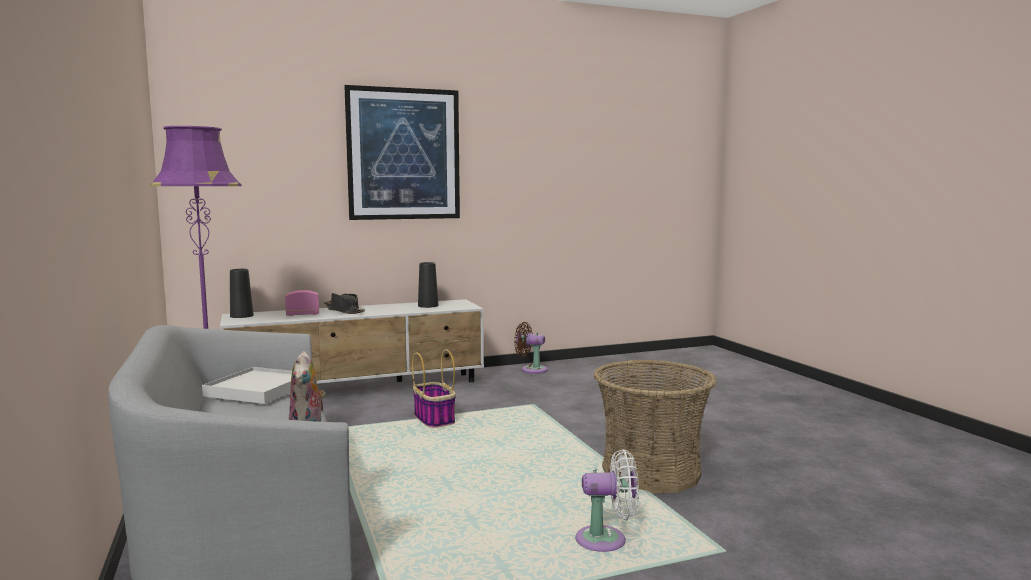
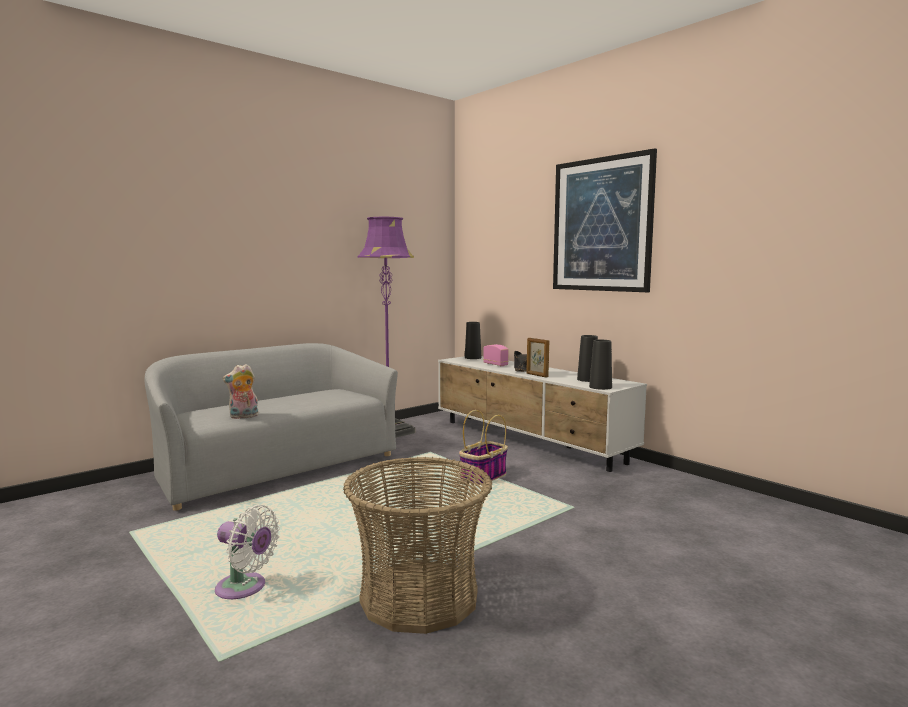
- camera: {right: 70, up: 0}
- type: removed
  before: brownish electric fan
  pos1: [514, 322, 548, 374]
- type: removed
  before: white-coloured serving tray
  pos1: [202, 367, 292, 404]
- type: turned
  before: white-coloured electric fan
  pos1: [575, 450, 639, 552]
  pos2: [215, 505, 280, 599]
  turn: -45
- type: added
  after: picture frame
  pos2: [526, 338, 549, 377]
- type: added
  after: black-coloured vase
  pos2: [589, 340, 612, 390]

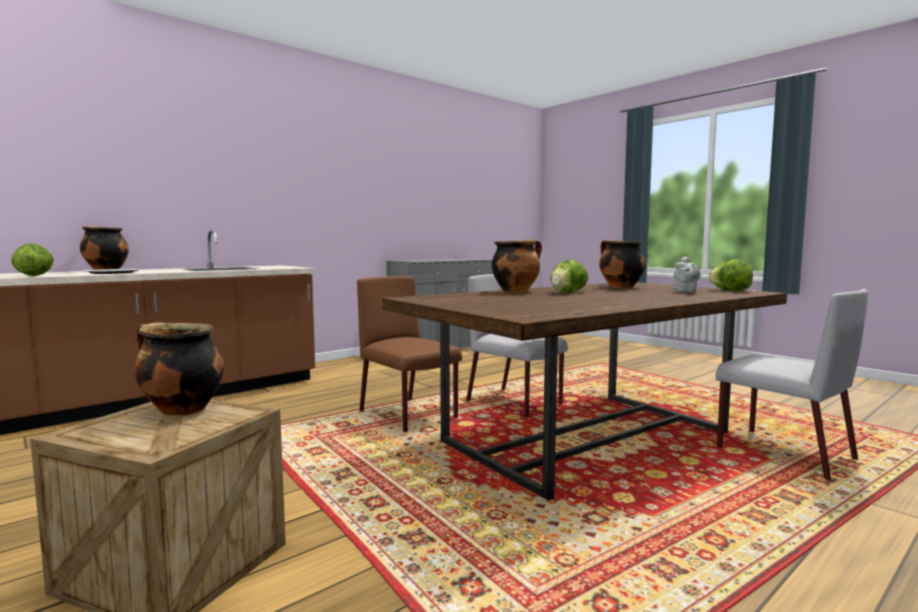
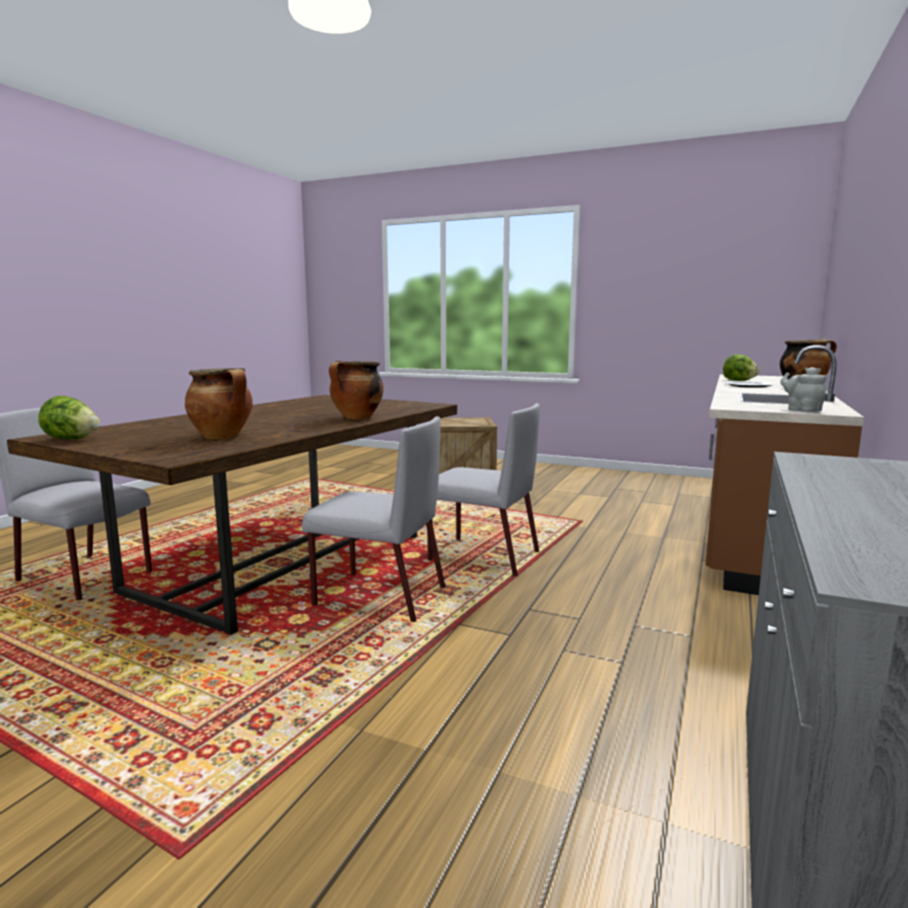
- camera: {right: 155, up: 5}
- type: moved
  before: gray teapot
  pos1: [673, 257, 701, 292]
  pos2: [780, 367, 826, 412]
- type: removed
  before: lettuce head
  pos1: [550, 259, 588, 292]
- type: recoloured
  before: brownish chair
  after: gray chair
  pos1: [357, 276, 462, 432]
  pos2: [427, 403, 540, 576]
- type: removed
  before: cooking pot
  pos1: [134, 322, 224, 415]

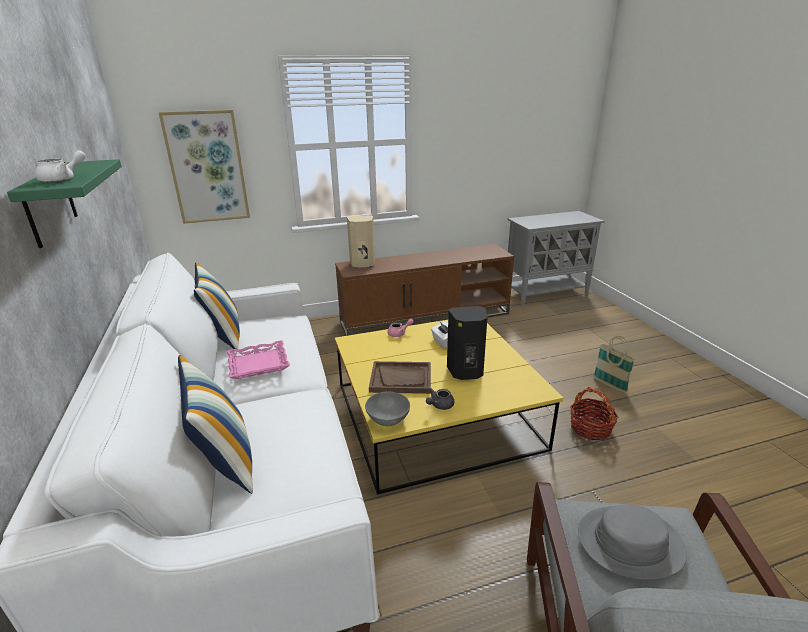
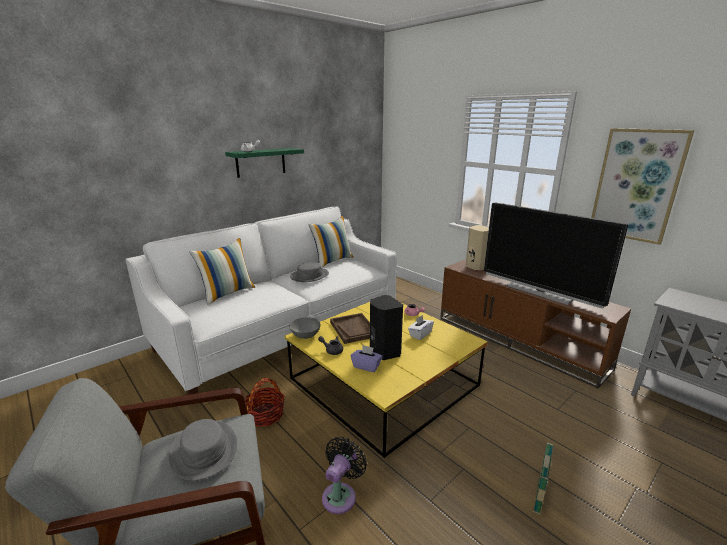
- camera: {right: 65, up: -5}
- type: moved
  before: wall art
  pos1: [158, 110, 250, 224]
  pos2: [591, 128, 694, 245]
- type: replaced
  before: pinkish serving tray
  after: gray clothing hat
  pos1: [227, 340, 290, 379]
  pos2: [290, 262, 329, 282]
- type: moved
  before: household basket
  pos1: [570, 387, 619, 440]
  pos2: [245, 378, 284, 427]
- type: added
  after: television
  pos2: [484, 202, 628, 308]
- type: added
  after: purple-coloured box of tissues
  pos2: [351, 345, 383, 372]
- type: added
  after: black-coloured electric fan
  pos2: [322, 437, 367, 514]

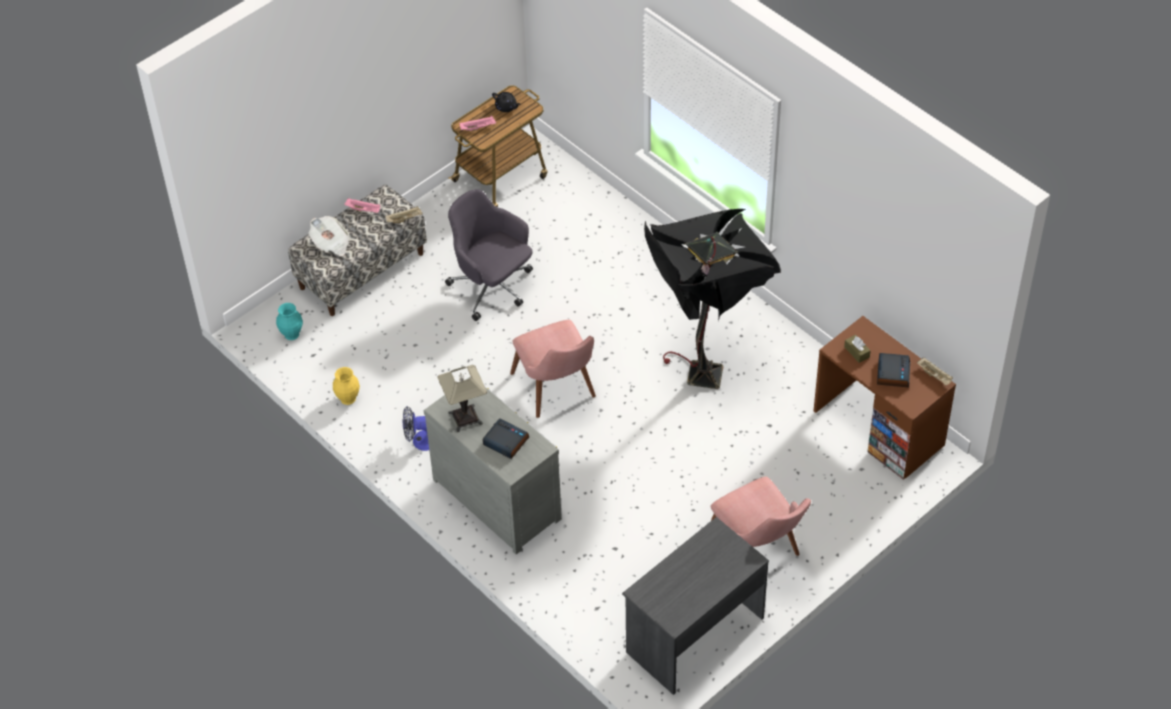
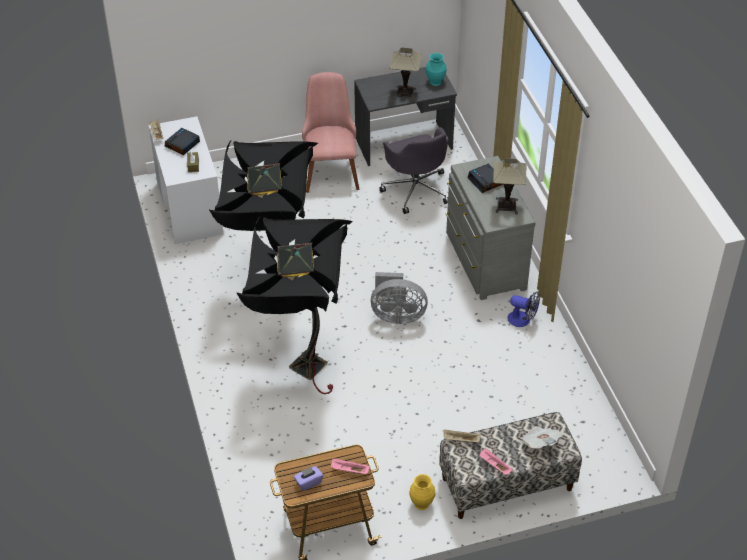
- camera: {right: -155, up: -5}
- type: replaced
  before: black-coloured teapot
  after: purple-coloured box of tissues
  pos1: [492, 92, 521, 112]
  pos2: [294, 466, 323, 491]
- type: moved
  before: gray desk chair
  pos1: [445, 189, 533, 321]
  pos2: [379, 127, 448, 214]
- type: moved
  before: blue-green vase
  pos1: [276, 303, 303, 340]
  pos2: [426, 53, 447, 86]
- type: recoloured
  before: brownish desk
  after: white-coloured desk
  pos1: [813, 316, 956, 480]
  pos2: [148, 116, 223, 244]
- type: replaced
  before: pinkish chair
  after: gray electric fan
  pos1: [510, 320, 596, 418]
  pos2: [371, 272, 428, 324]
- type: moved
  before: yellow-coloured vase
  pos1: [333, 367, 360, 405]
  pos2: [409, 474, 435, 510]
- type: added
  after: tabletop lamp
  pos2: [390, 48, 422, 100]
- type: added
  after: black-coloured standard lamp
  pos2: [236, 215, 353, 394]

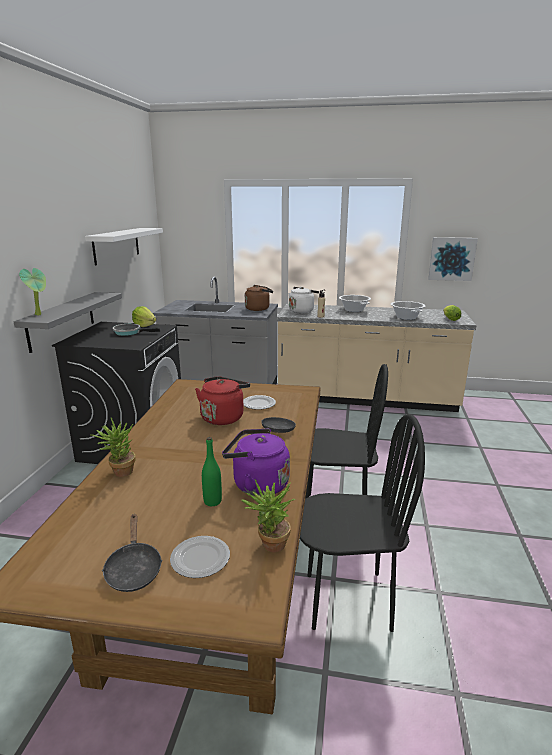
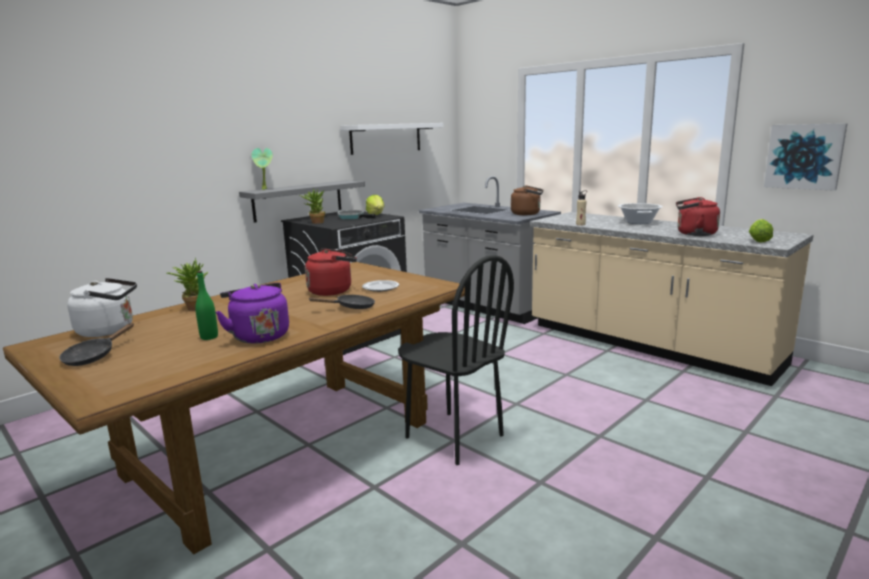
- camera: {right: 35, up: -5}
- type: moved
  before: white-coloured tea kettle
  pos1: [288, 287, 319, 313]
  pos2: [67, 278, 137, 337]
- type: replaced
  before: cooking pot
  after: reddish tea kettle
  pos1: [391, 301, 425, 320]
  pos2: [676, 197, 720, 236]
- type: removed
  before: black-coloured chair
  pos1: [300, 414, 425, 632]
- type: moved
  before: plant in a pot
  pos1: [242, 480, 296, 552]
  pos2: [300, 189, 325, 224]
- type: removed
  before: dinner plate
  pos1: [170, 536, 230, 578]

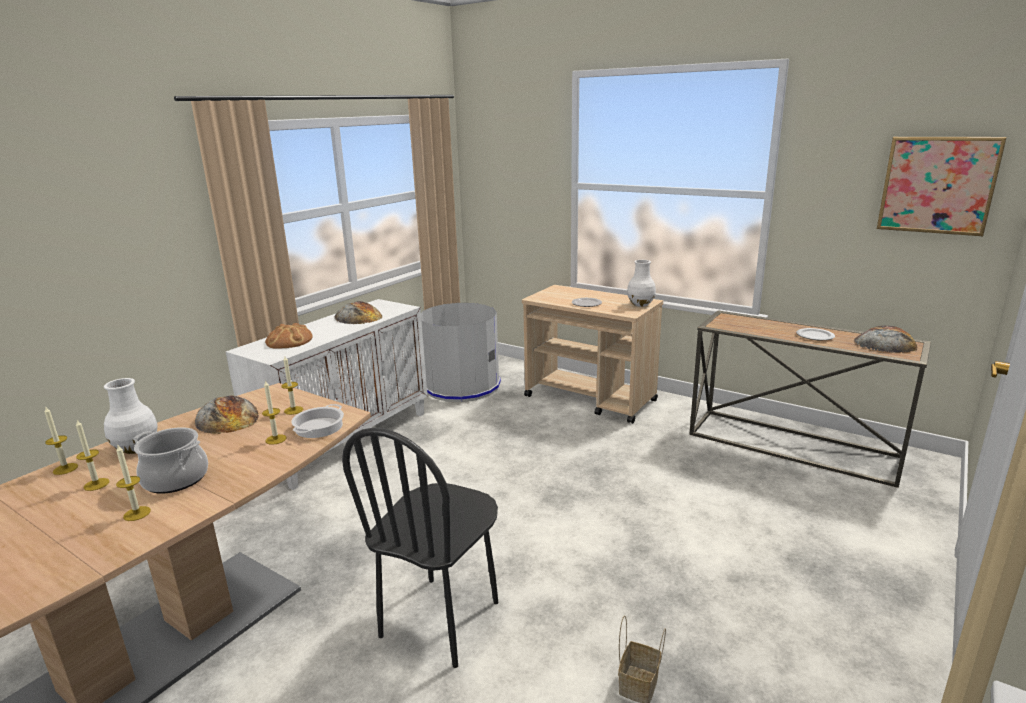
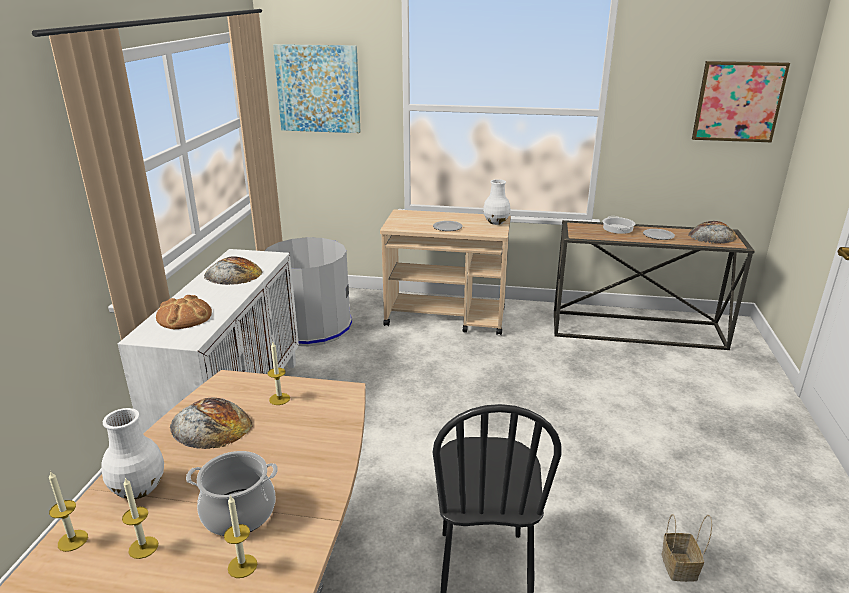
- camera: {right: -25, up: 5}
- type: removed
  before: wax light
  pos1: [262, 380, 286, 445]
- type: moved
  before: cooking pot
  pos1: [292, 404, 344, 438]
  pos2: [603, 216, 635, 234]
- type: added
  after: wall art
  pos2: [273, 44, 360, 133]

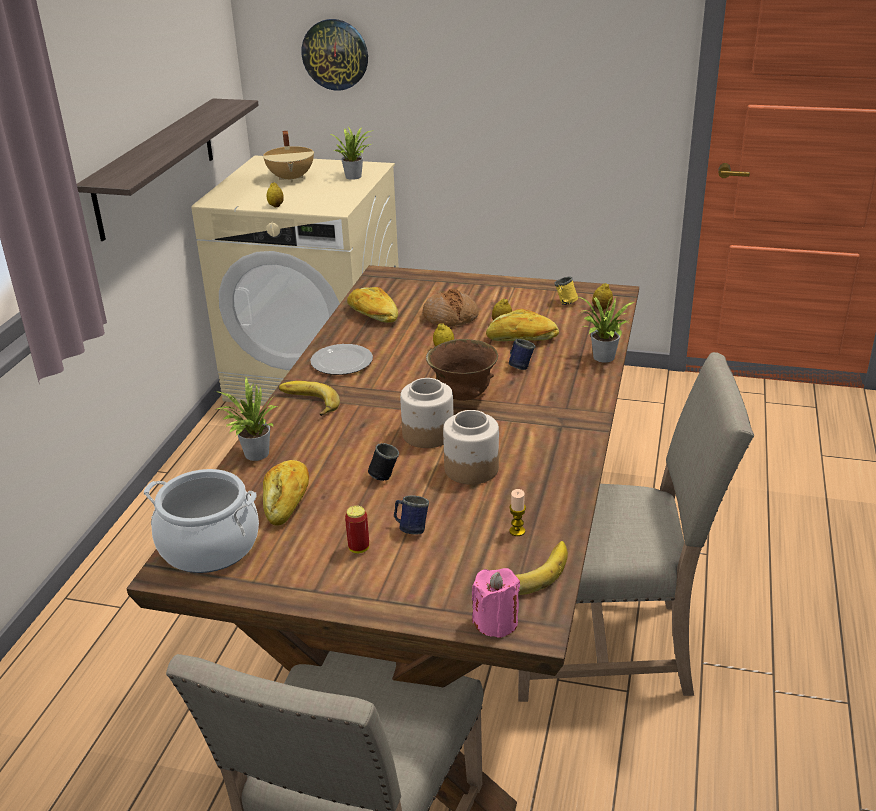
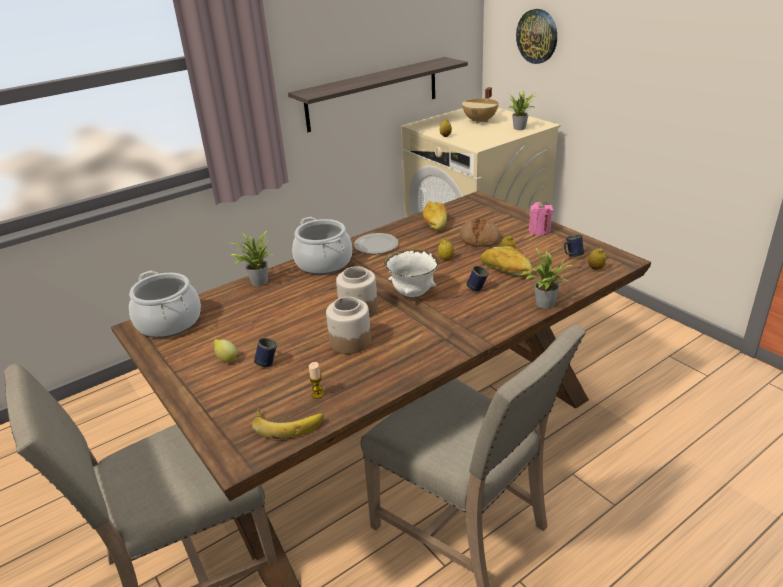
- camera: {right: 40, up: 0}
- type: recoloured
  before: yellow-coloured tea mug
  after: blue-coloured tea mug
  pos1: [554, 276, 578, 305]
  pos2: [564, 235, 584, 257]
- type: recoloured
  before: brownish deep dish
  after: white-coloured deep dish
  pos1: [426, 339, 498, 401]
  pos2: [384, 250, 439, 297]
- type: replaced
  before: whole banana
  after: cooking pot
  pos1: [279, 381, 340, 416]
  pos2: [292, 217, 352, 275]
- type: removed
  before: black-coloured tea mug
  pos1: [368, 443, 399, 481]
- type: removed
  before: baked bread
  pos1: [263, 460, 309, 526]
- type: replaced
  before: sealed can
  after: whole lemon
  pos1: [345, 506, 369, 553]
  pos2: [213, 339, 238, 363]
- type: moved
  before: pinkish wax light
  pos1: [472, 568, 520, 638]
  pos2: [529, 202, 553, 235]

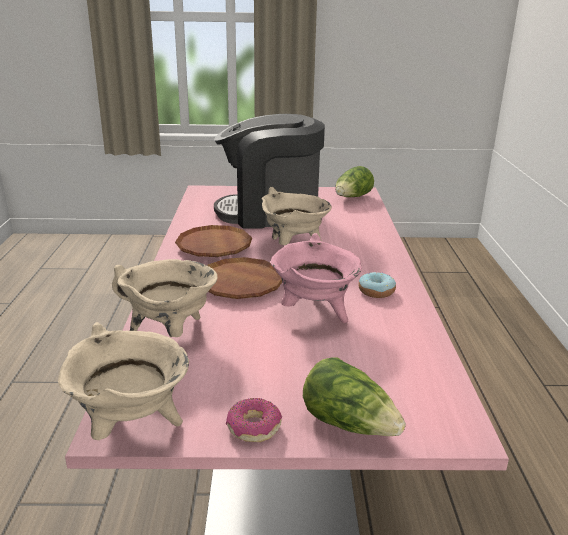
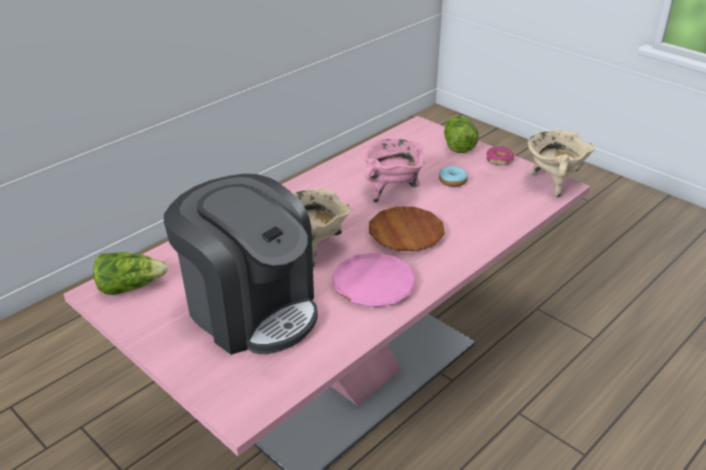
- camera: {right: -135, up: 10}
- type: recoloured
  before: brownish dinner plate
  after: pinkish dinner plate
  pos1: [175, 225, 252, 257]
  pos2: [332, 253, 417, 307]
- type: removed
  before: sand-coloured cooking pot
  pos1: [112, 259, 218, 337]
- type: moved
  before: ring doughnut
  pos1: [358, 272, 396, 298]
  pos2: [439, 166, 468, 187]

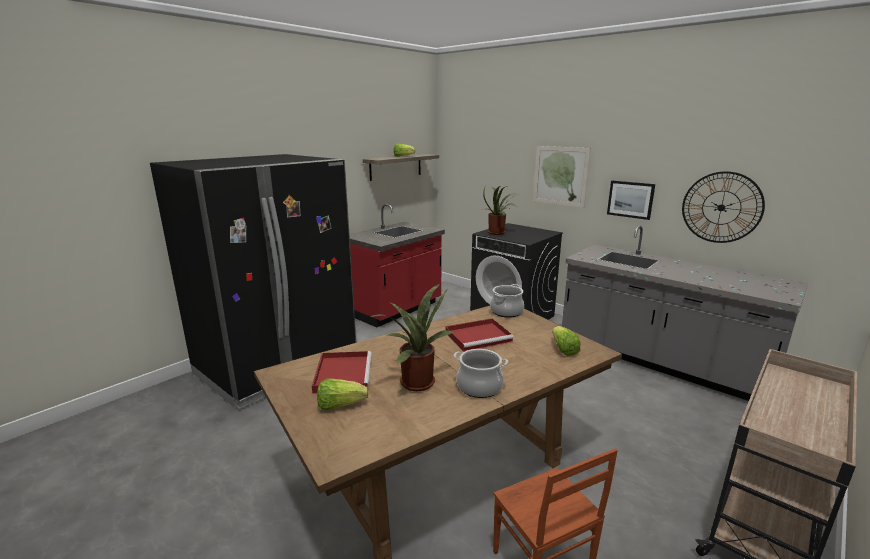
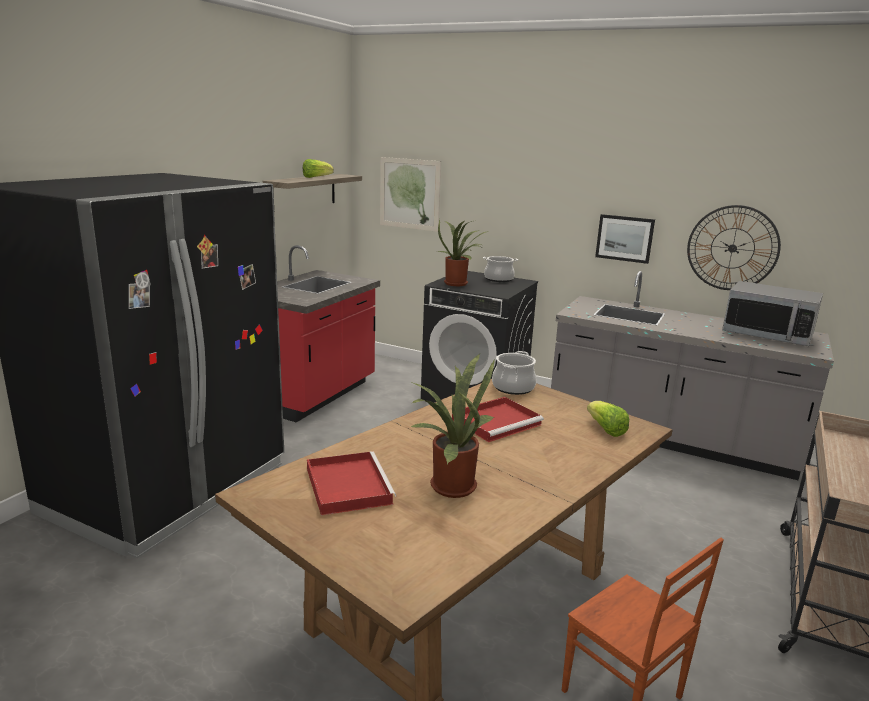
- camera: {right: -15, up: 0}
- type: moved
  before: wall art
  pos1: [533, 146, 591, 208]
  pos2: [380, 157, 441, 232]
- type: moved
  before: cooking pot
  pos1: [454, 349, 508, 398]
  pos2: [483, 256, 518, 282]
- type: removed
  before: lettuce head
  pos1: [317, 378, 369, 410]
- type: added
  after: kitchen microwave
  pos2: [722, 281, 823, 346]

